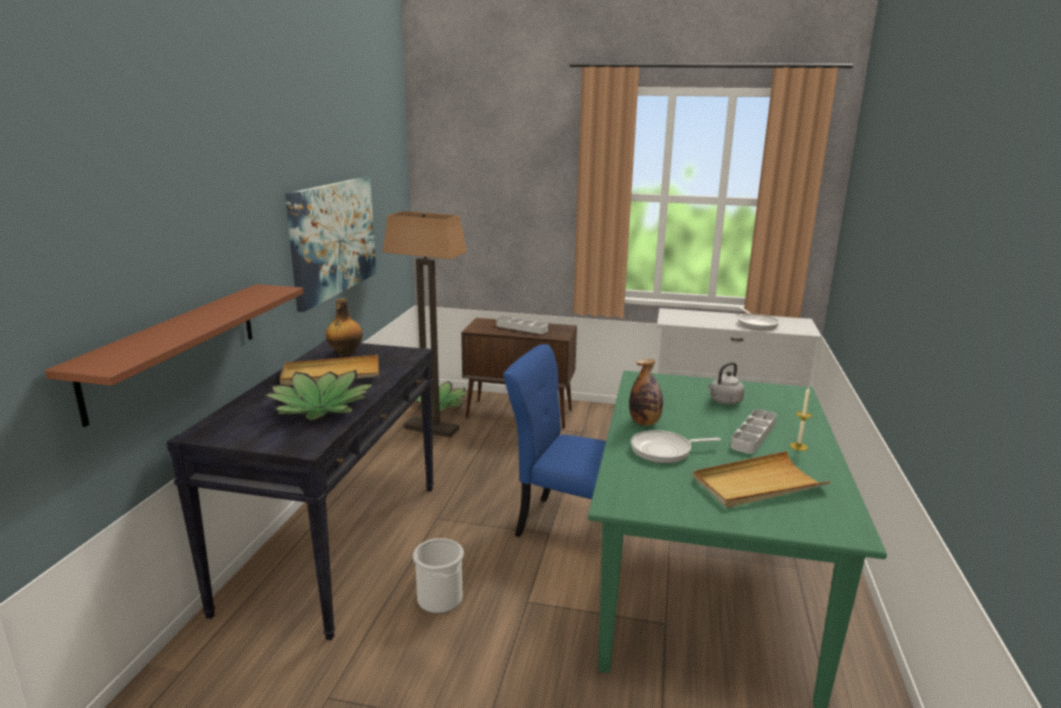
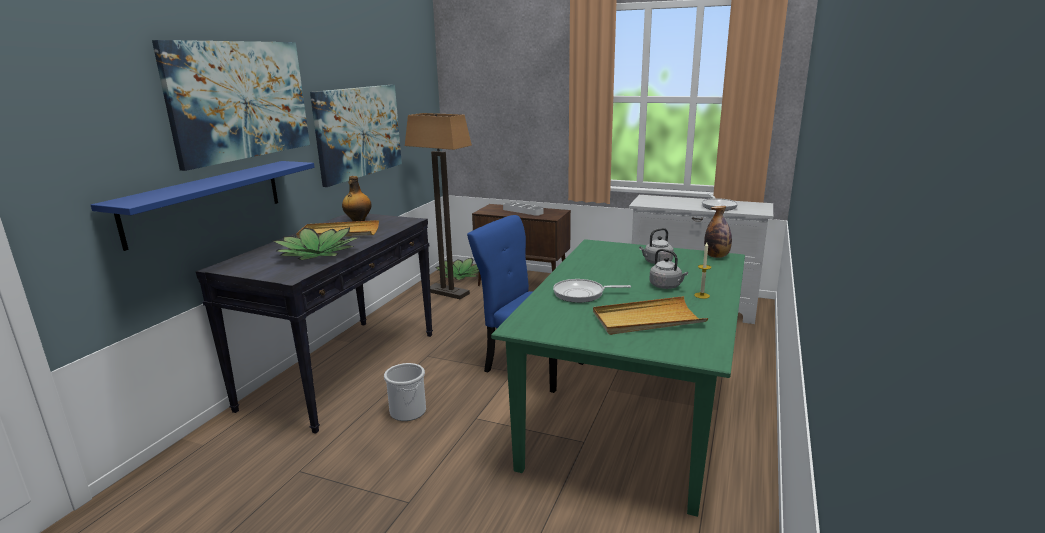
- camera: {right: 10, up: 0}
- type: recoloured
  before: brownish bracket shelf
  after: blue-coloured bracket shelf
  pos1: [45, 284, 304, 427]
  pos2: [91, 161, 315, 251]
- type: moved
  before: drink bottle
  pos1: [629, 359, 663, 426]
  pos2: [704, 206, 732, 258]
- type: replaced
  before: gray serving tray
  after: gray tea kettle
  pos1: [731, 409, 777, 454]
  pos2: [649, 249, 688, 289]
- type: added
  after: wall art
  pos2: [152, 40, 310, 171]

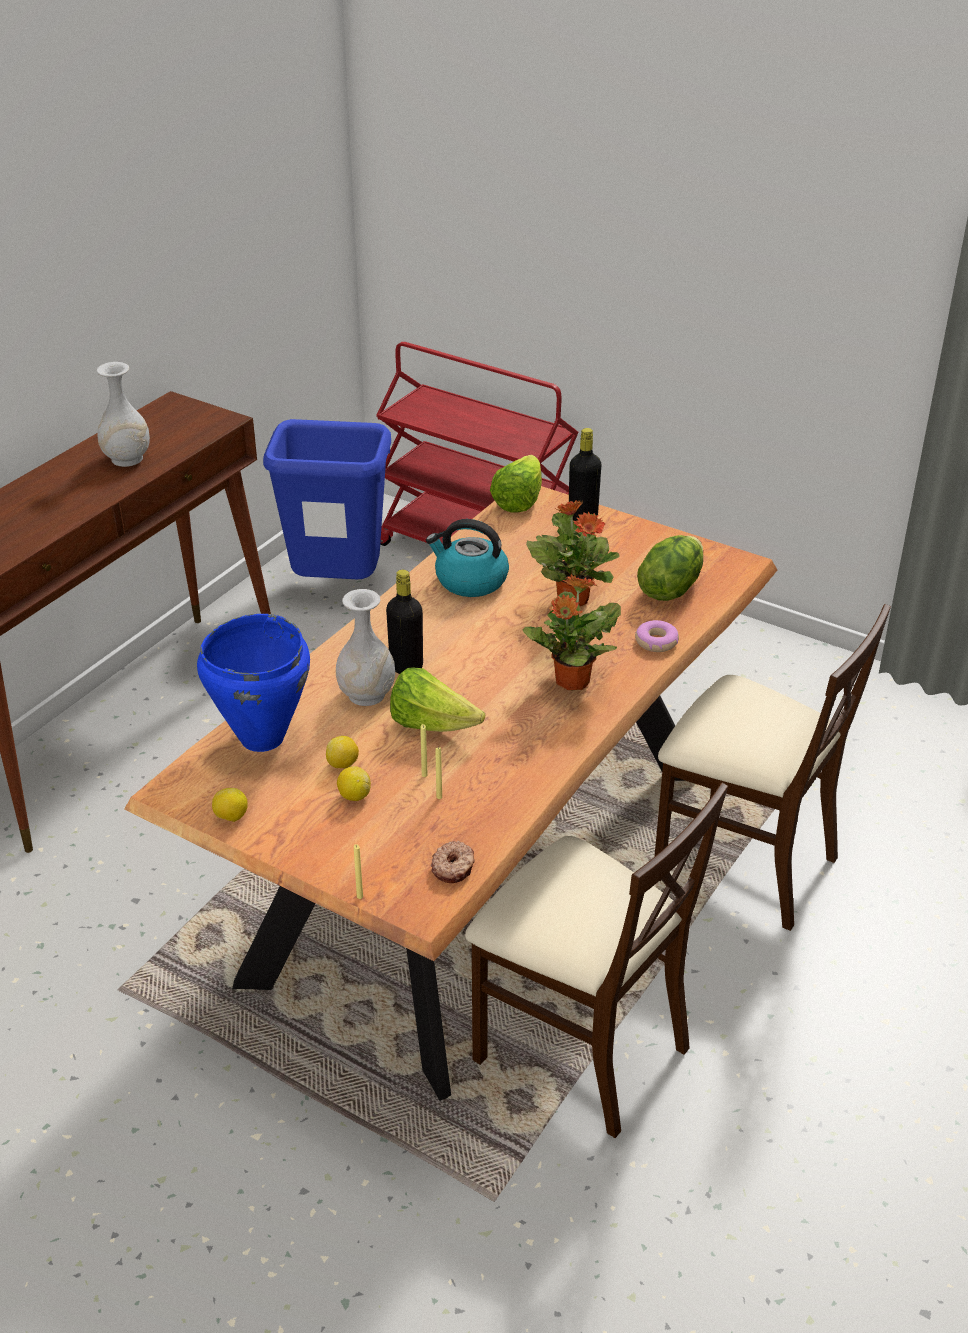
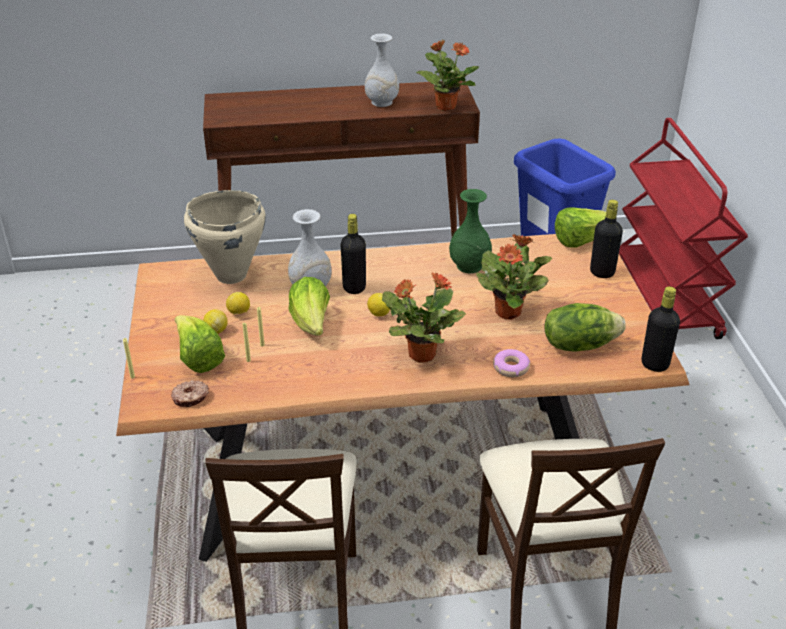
- camera: {right: 50, up: 0}
- type: replaced
  before: tea kettle
  after: green-coloured vase
  pos1: [426, 519, 509, 597]
  pos2: [449, 189, 492, 273]
- type: recoloured
  before: blue-coloured cooking pot
  after: sand-coloured cooking pot
  pos1: [197, 614, 310, 752]
  pos2: [184, 190, 266, 284]
- type: moved
  before: whole lemon
  pos1: [212, 788, 248, 822]
  pos2: [367, 293, 390, 316]
- type: added
  after: plant in a pot
  pos2: [416, 39, 479, 111]
- type: added
  after: black-coloured drink bottle
  pos2: [641, 286, 680, 372]
- type: added
  after: lettuce head
  pos2: [175, 315, 225, 373]

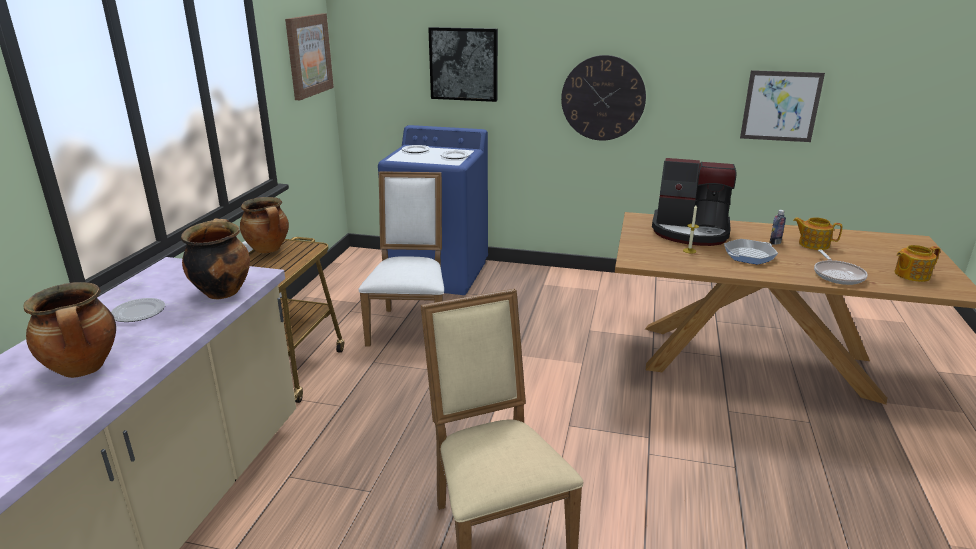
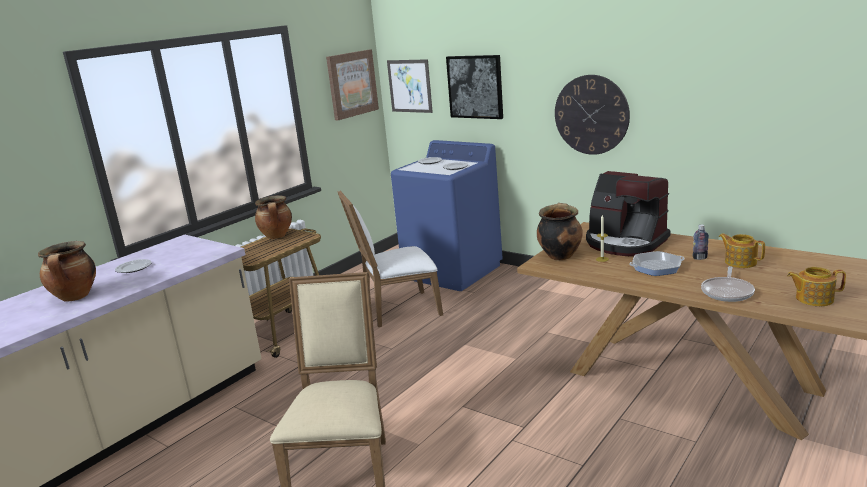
- camera: {right: 25, up: -5}
- type: moved
  before: wall art
  pos1: [740, 70, 825, 142]
  pos2: [387, 59, 433, 113]
- type: turned
  before: white-coloured chair
  pos1: [358, 171, 444, 347]
  pos2: [337, 191, 443, 327]
  turn: -135
- type: moved
  before: cooking pot
  pos1: [181, 218, 250, 299]
  pos2: [537, 203, 583, 261]

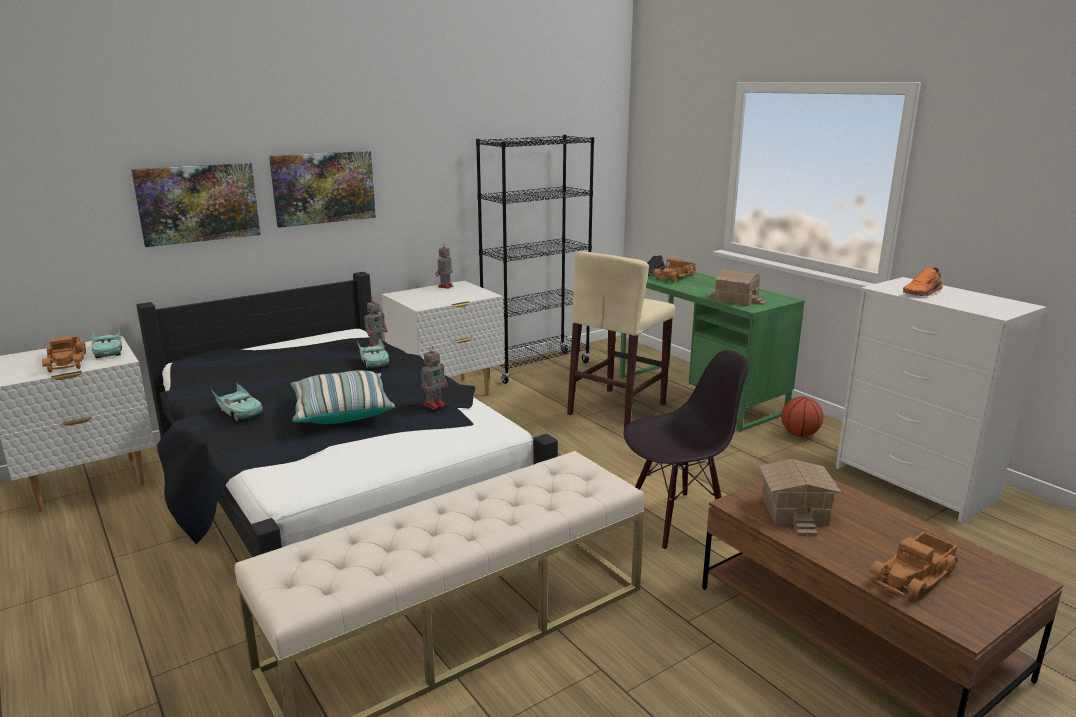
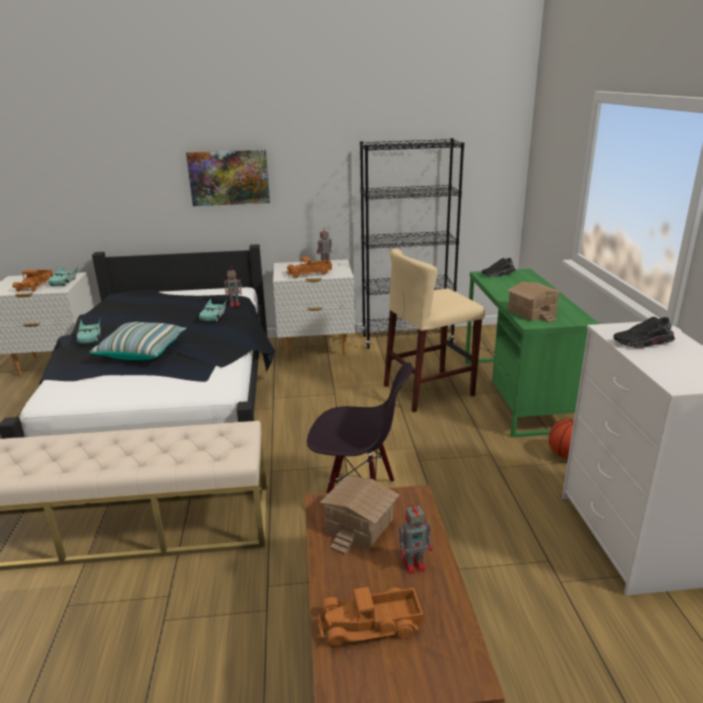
- camera: {right: 30, up: 5}
- type: removed
  before: wall art
  pos1: [131, 163, 261, 247]
- type: moved
  before: toy lorry
  pos1: [653, 258, 696, 282]
  pos2: [286, 256, 332, 278]
- type: recoloured
  before: orange shoe
  after: black-coloured shoe
  pos1: [903, 267, 943, 296]
  pos2: [613, 317, 675, 348]
- type: moved
  before: toy robot
  pos1: [421, 345, 448, 410]
  pos2: [399, 502, 432, 574]

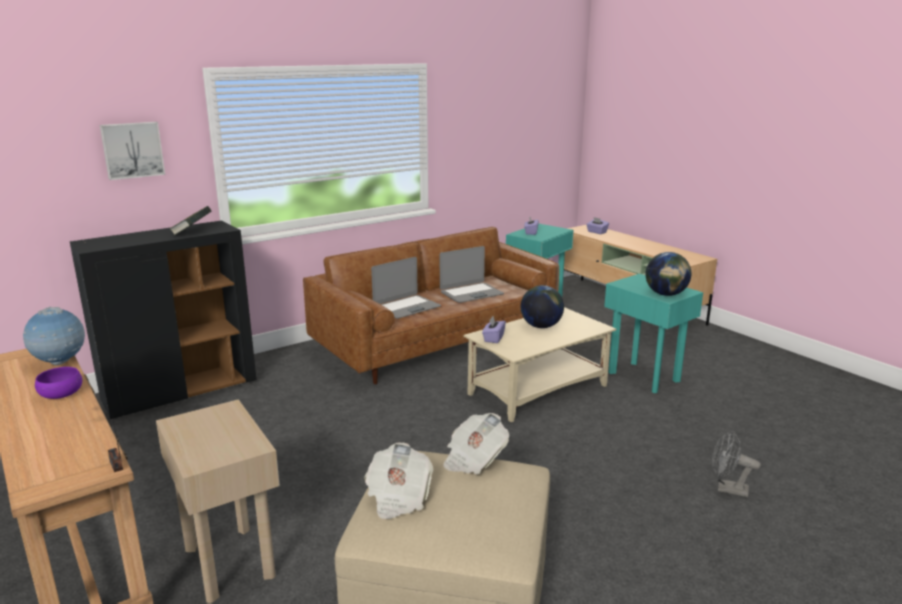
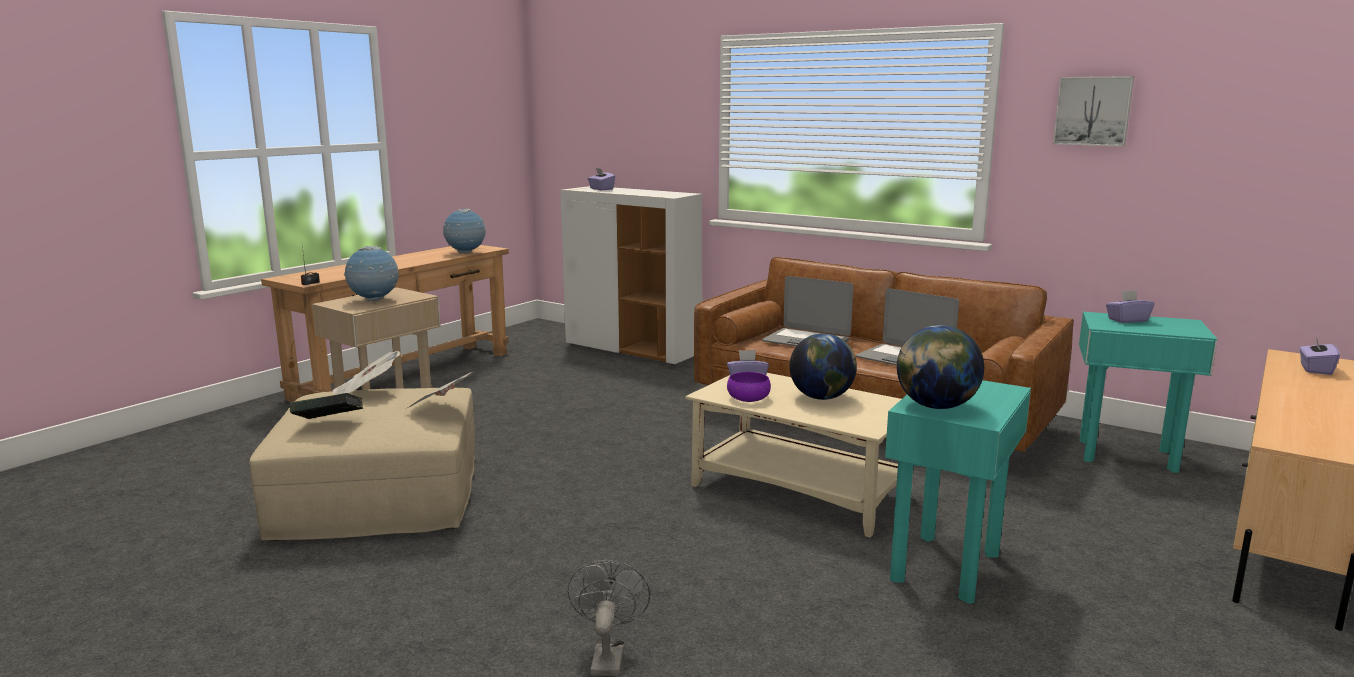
- camera: {right: 70, up: -5}
- type: moved
  before: wall art
  pos1: [100, 122, 165, 180]
  pos2: [1053, 76, 1134, 146]
- type: moved
  before: book
  pos1: [169, 206, 211, 235]
  pos2: [290, 393, 363, 419]
- type: recoloured
  before: black-coloured cupboard
  after: white-coloured cupboard
  pos1: [70, 220, 257, 420]
  pos2: [560, 186, 702, 366]
- type: moved
  before: purple-coloured deep dish
  pos1: [35, 367, 82, 399]
  pos2: [727, 372, 771, 402]
- type: added
  after: purple-coloured box of tissues
  pos2: [588, 168, 615, 190]
- type: added
  after: world globe
  pos2: [344, 246, 399, 301]

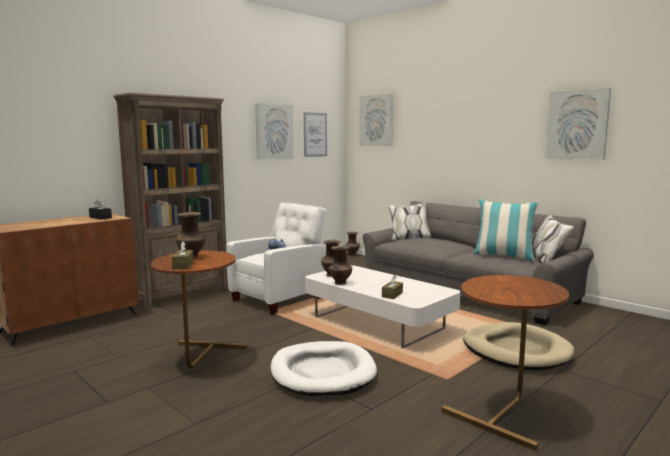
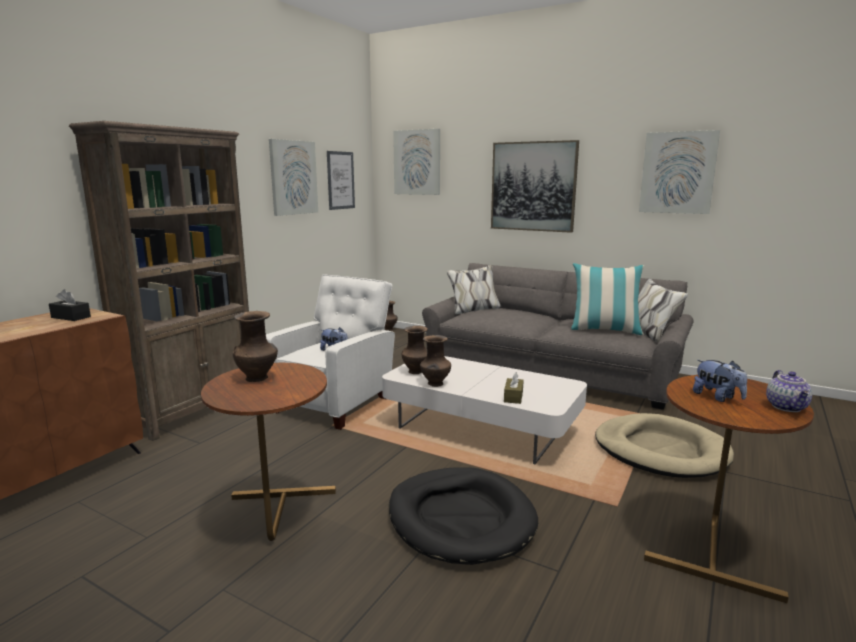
- camera: {right: -15, up: 5}
- type: removed
  before: brownish box of tissues
  pos1: [172, 241, 194, 269]
- type: recoloured
  before: white-coloured dog bed
  after: black-coloured dog bed
  pos1: [271, 341, 377, 396]
  pos2: [389, 467, 538, 565]
- type: added
  after: wall art
  pos2: [491, 140, 579, 233]
- type: added
  after: cuddly toy
  pos2: [693, 360, 747, 402]
- type: added
  after: teapot
  pos2: [766, 370, 812, 412]

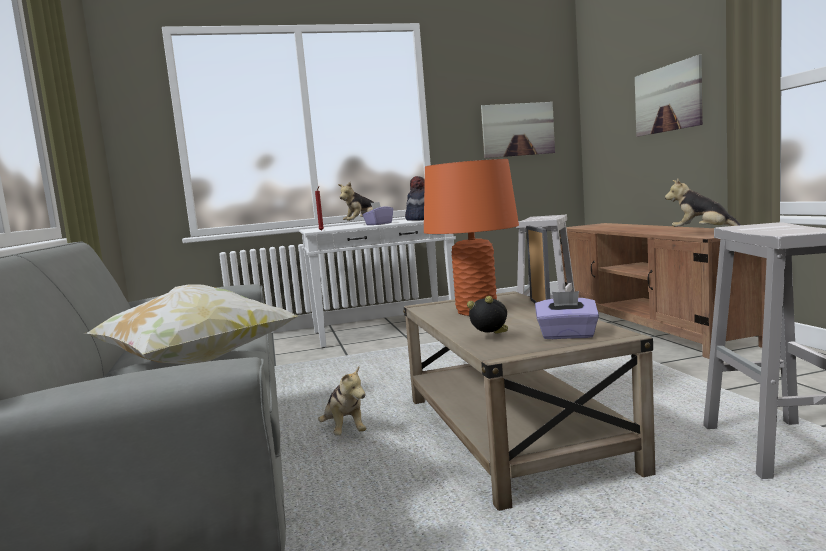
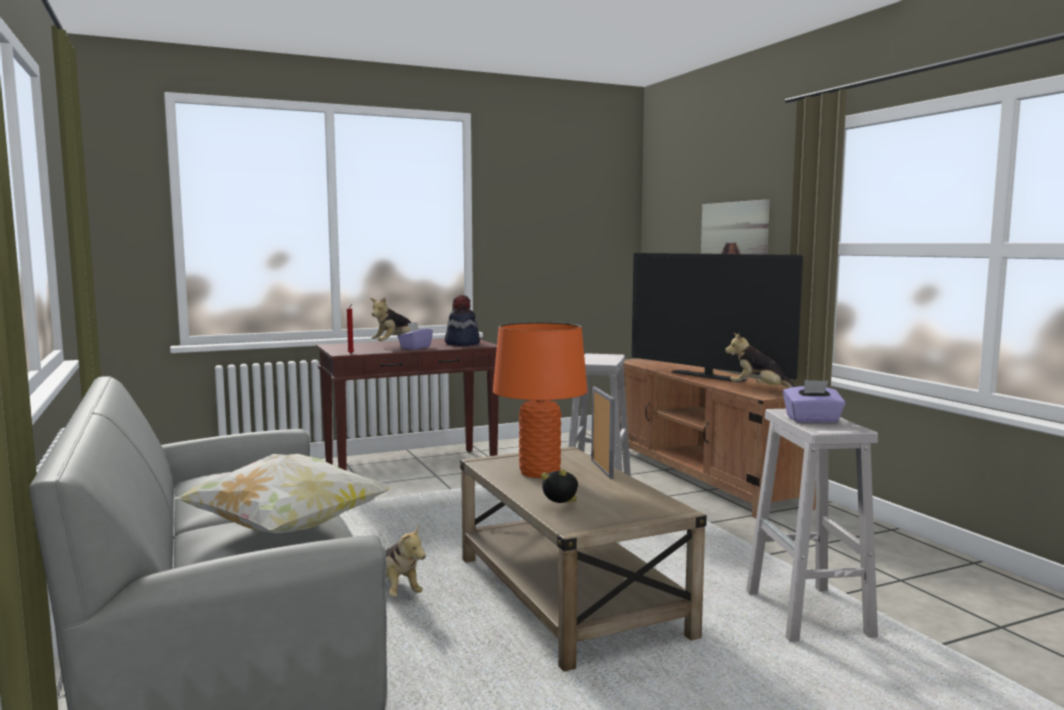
- camera: {right: -10, up: 0}
- type: removed
  before: wall art
  pos1: [481, 102, 555, 158]
- type: recoloured
  before: white-coloured narrow table
  after: brownish narrow table
  pos1: [299, 219, 456, 348]
  pos2: [316, 338, 499, 470]
- type: moved
  before: purple-coloured box of tissues
  pos1: [535, 291, 599, 339]
  pos2: [783, 380, 846, 423]
- type: added
  after: television
  pos2: [632, 253, 803, 382]

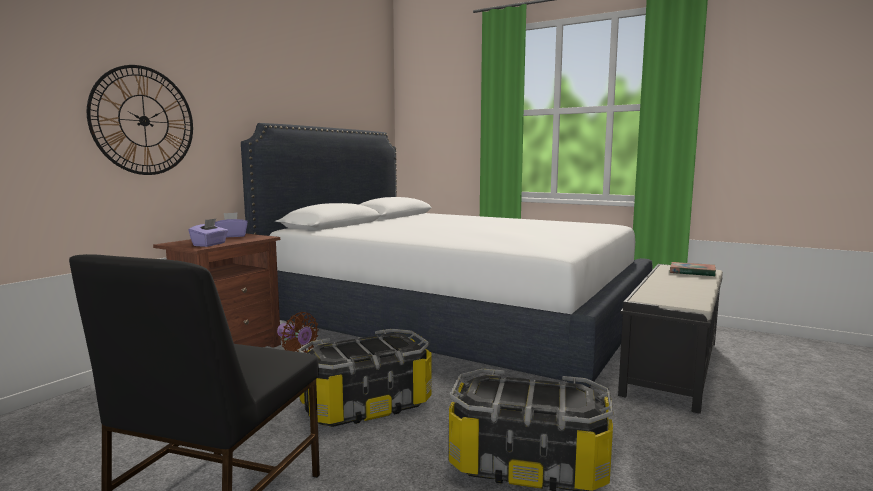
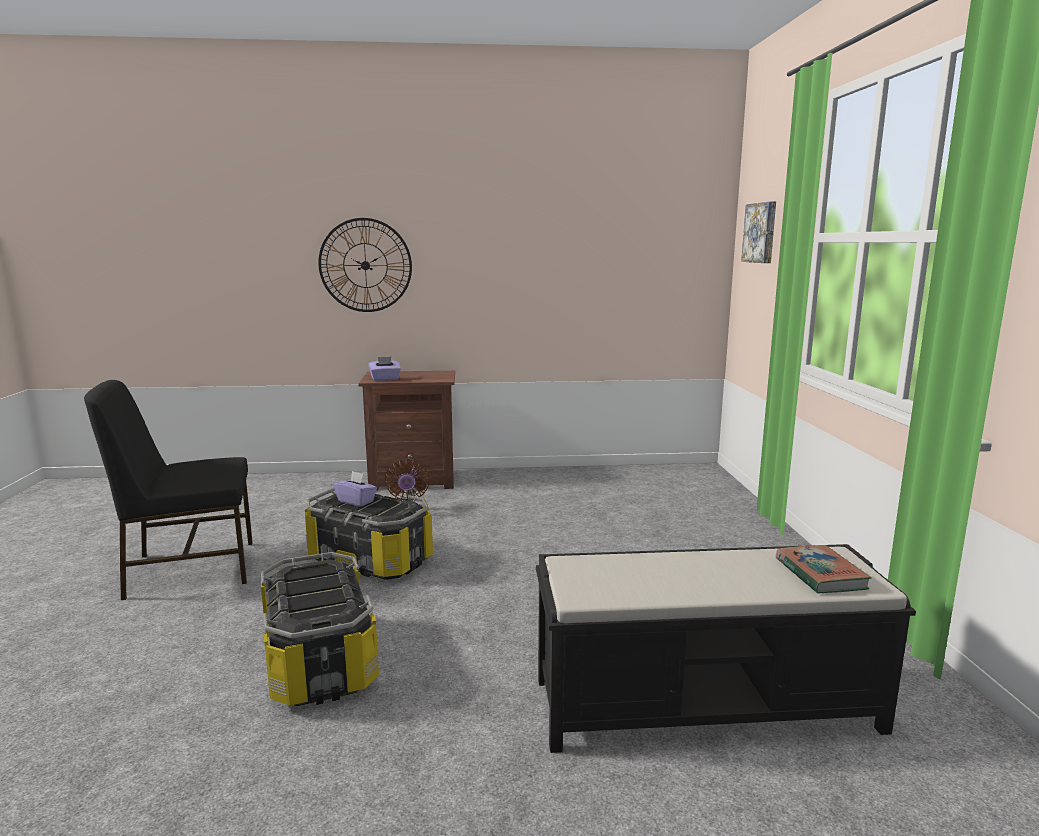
- camera: {right: 55, up: 5}
- type: removed
  before: white-coloured sleeping bed
  pos1: [241, 123, 653, 388]
- type: moved
  before: purple-coloured box of tissues
  pos1: [215, 213, 248, 238]
  pos2: [333, 471, 377, 507]
- type: added
  after: wall art
  pos2: [741, 201, 776, 263]

